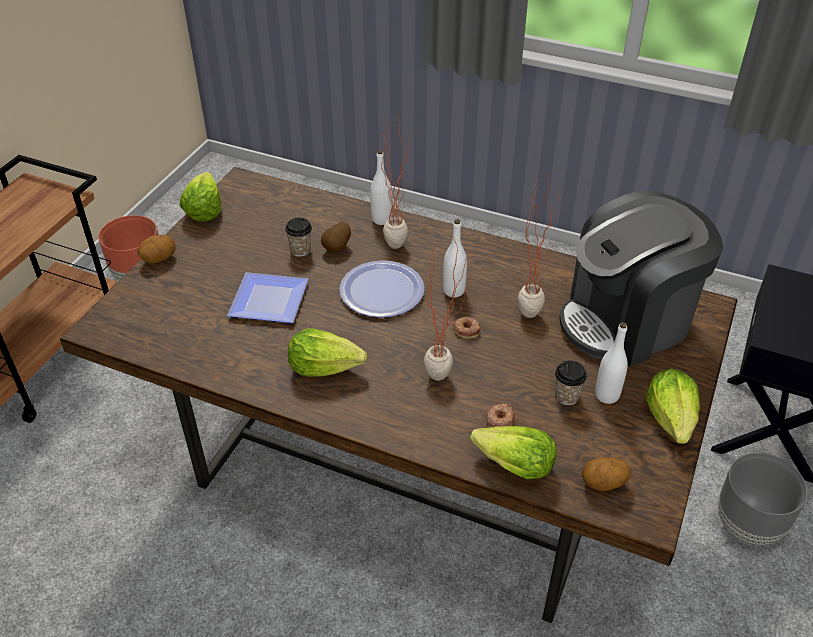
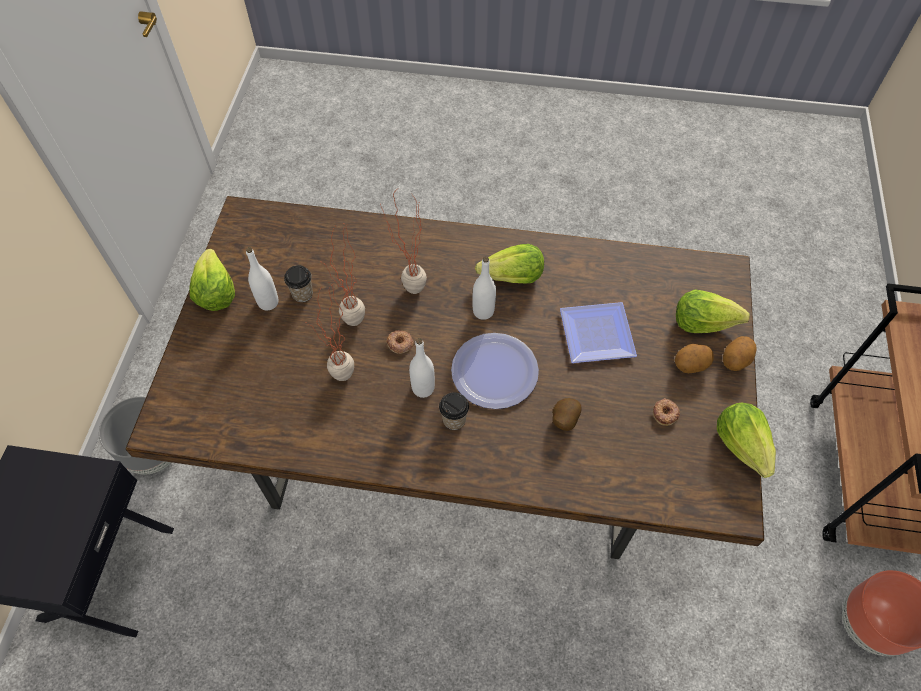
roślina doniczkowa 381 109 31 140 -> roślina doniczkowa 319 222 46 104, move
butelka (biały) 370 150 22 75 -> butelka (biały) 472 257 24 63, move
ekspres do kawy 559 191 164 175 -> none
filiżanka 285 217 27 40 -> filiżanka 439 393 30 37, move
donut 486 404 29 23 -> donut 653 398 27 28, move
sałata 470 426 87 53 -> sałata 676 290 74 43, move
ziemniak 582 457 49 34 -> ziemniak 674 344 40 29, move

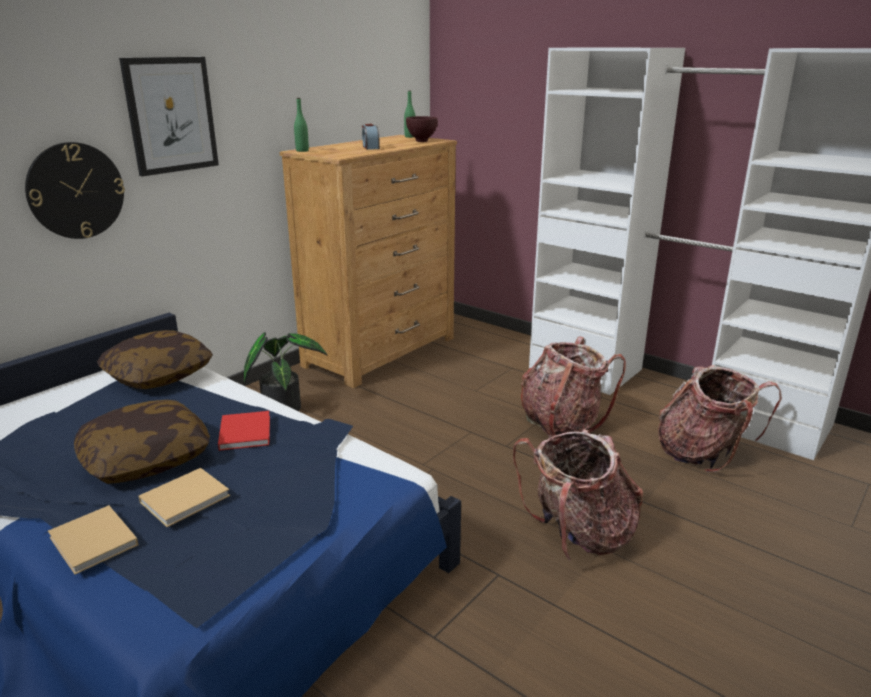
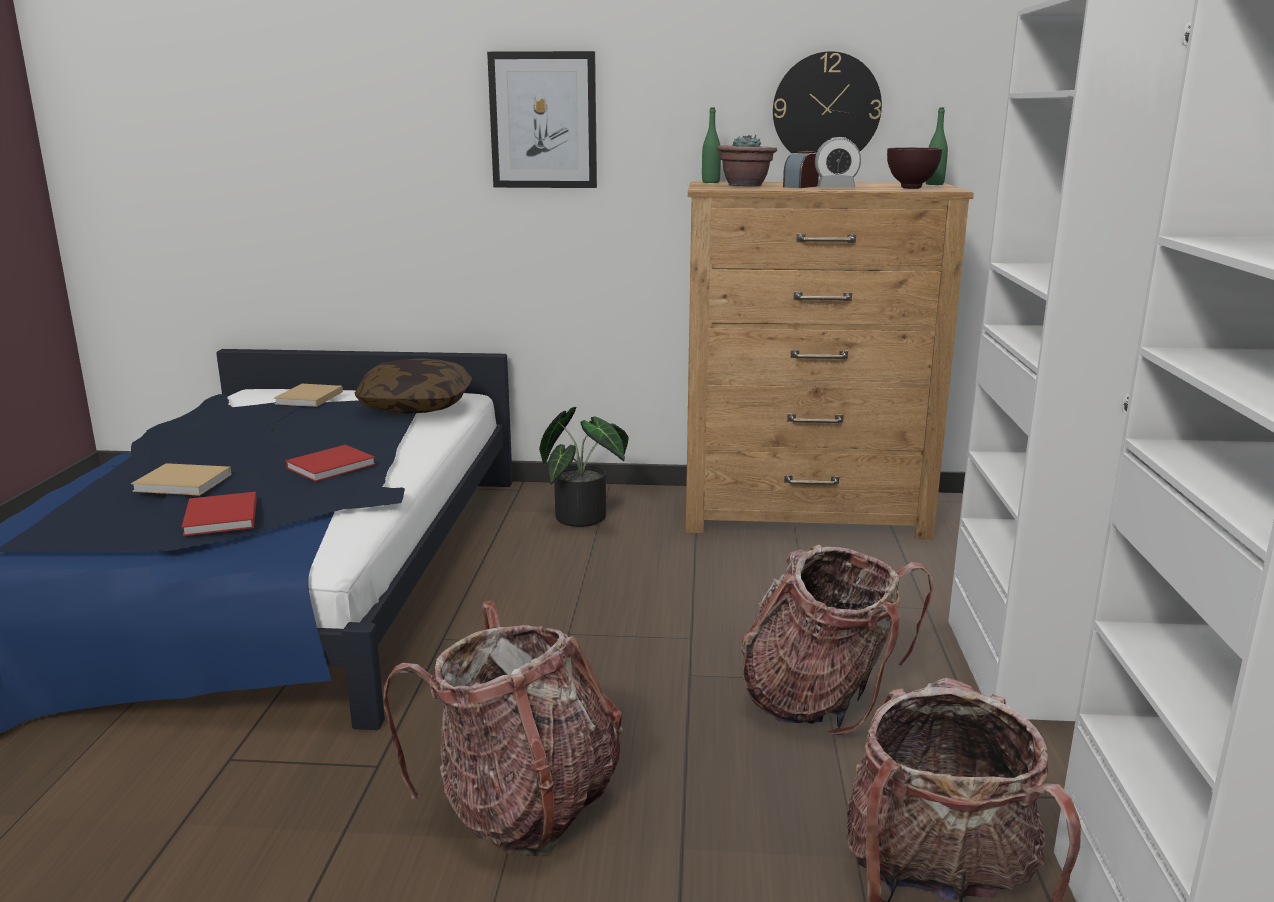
zegar ścienny 25 142 100 97 -> zegar ścienny 773 51 109 102, move
poduszka 74 400 136 84 -> none
książka (beżowy) 48 505 90 70 -> książka (beżowy) 274 384 69 23, move
none -> roślina doniczkowa 717 135 60 52
none -> budzik 815 137 46 51
none -> książka (czerwony) 182 492 75 44

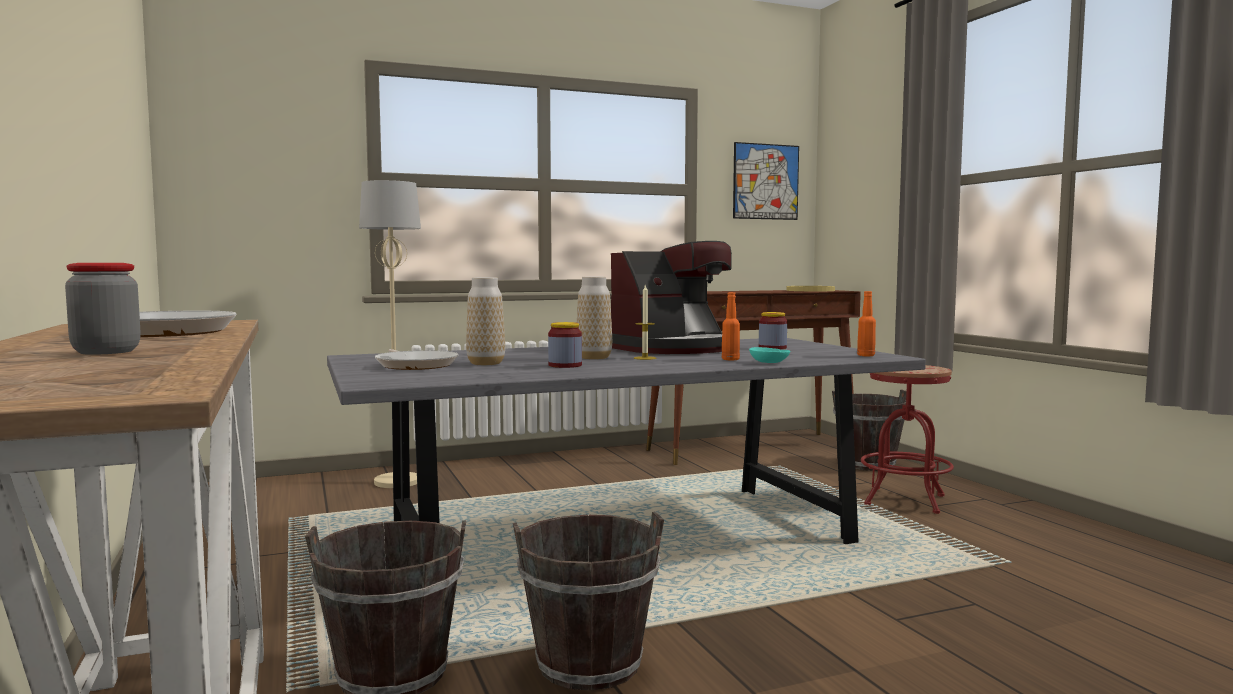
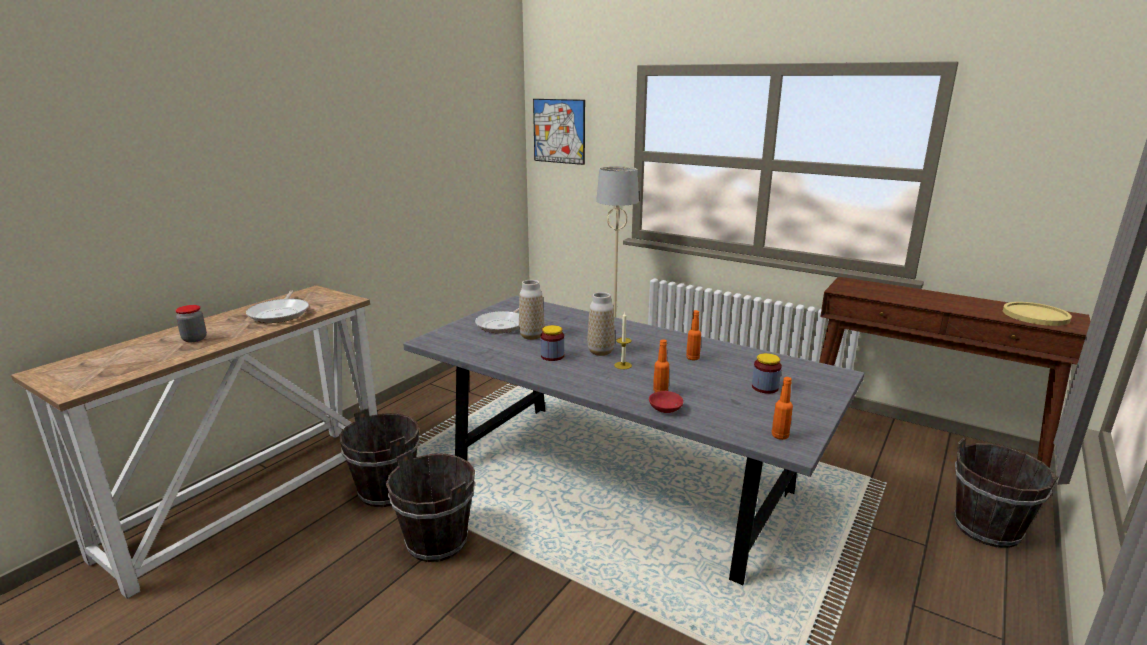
obraz 733 142 66 78 -> obraz 533 99 52 66, move
ekspres do kawy 611 241 121 113 -> butelka (pomarańczowy) 686 310 15 50
miska (turkusowy) 749 347 41 16 -> miska (czerwony) 649 391 34 22
stołek (czerwony) 861 365 93 149 -> none

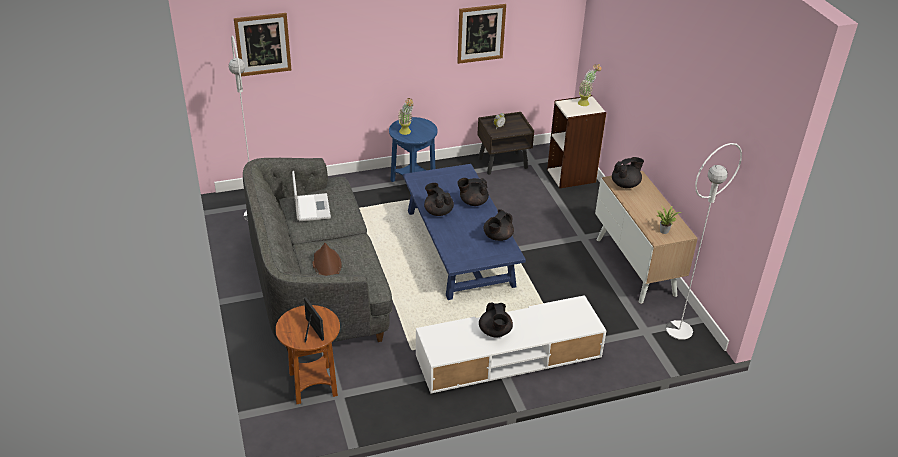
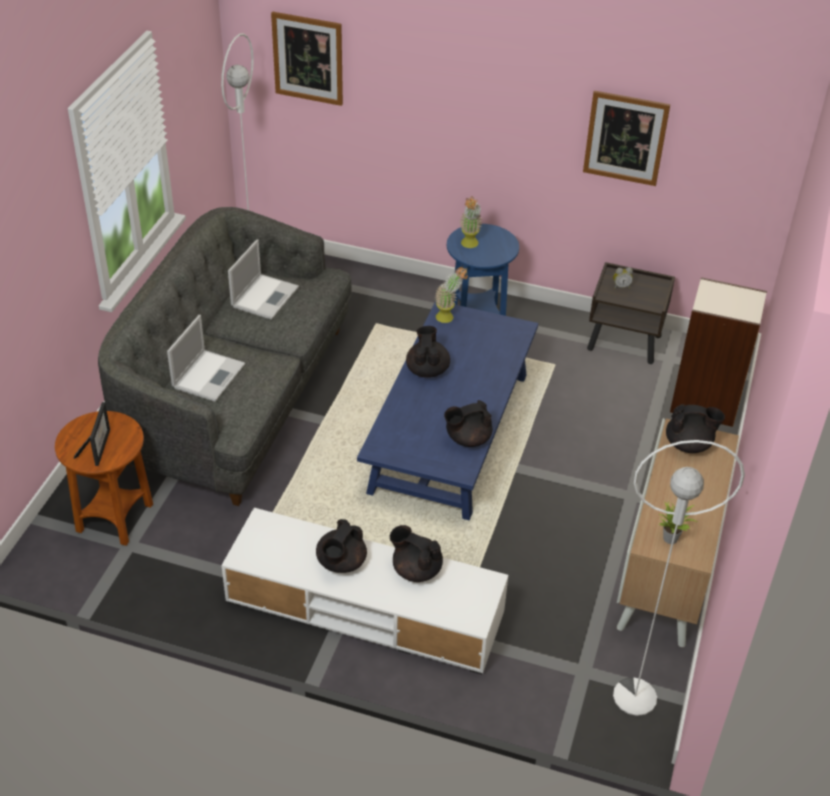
roślina doniczkowa 578 64 23 42 -> roślina doniczkowa 435 267 33 56, move
imbryk (czarny) 457 178 32 28 -> imbryk (czarny) 390 525 53 57, move
kapelusz (brązowy) 313 243 29 33 -> laptop 167 315 78 87

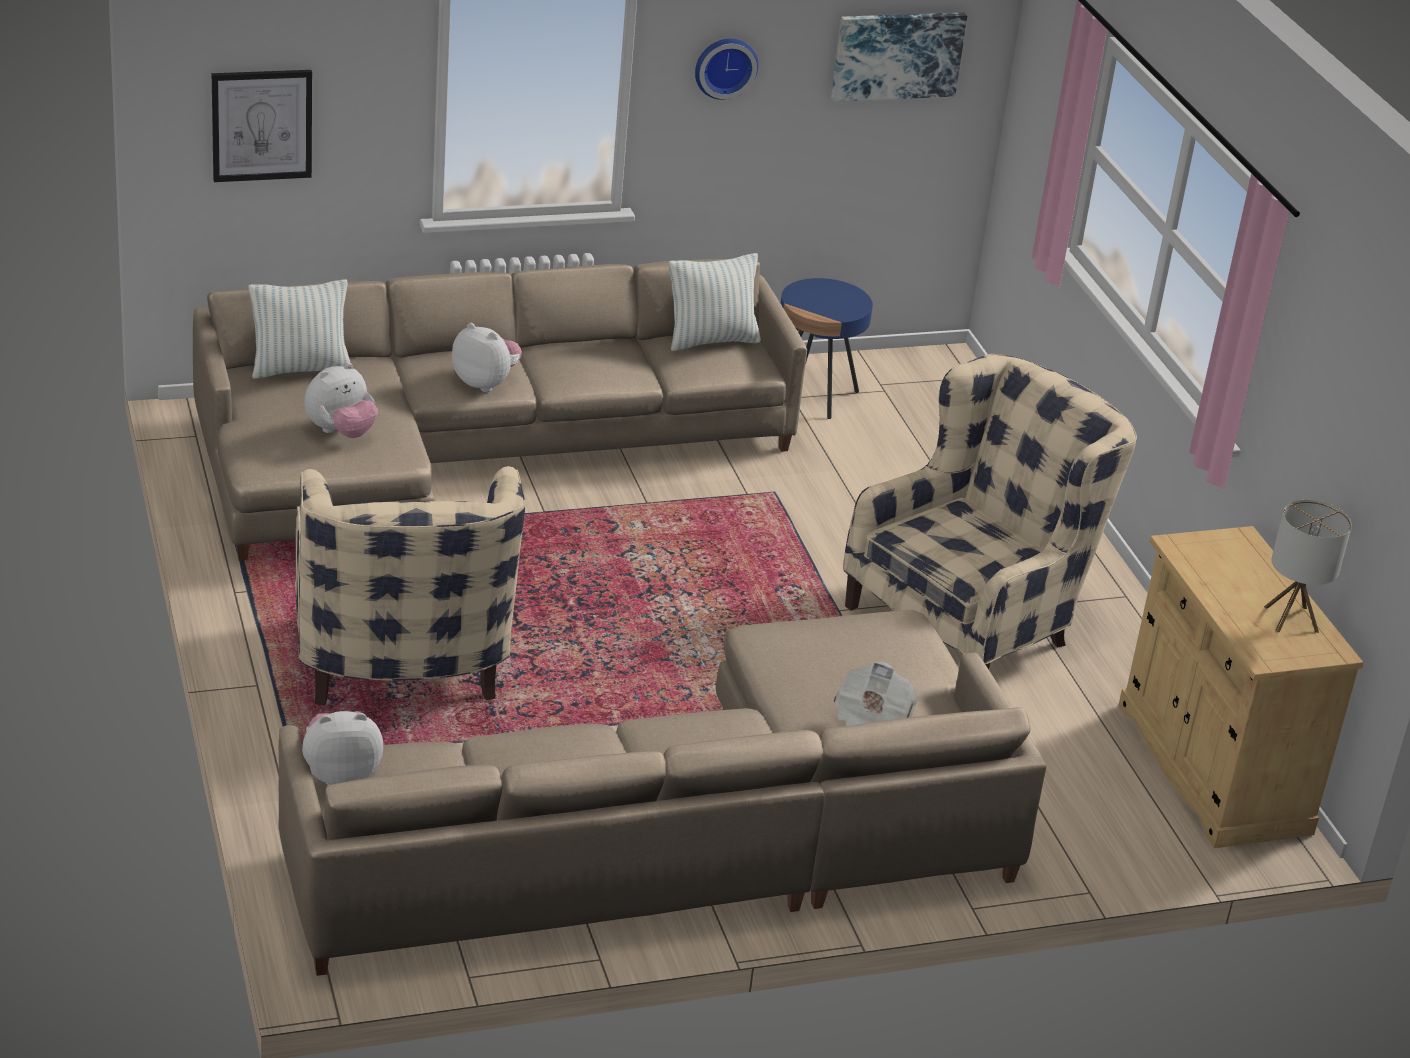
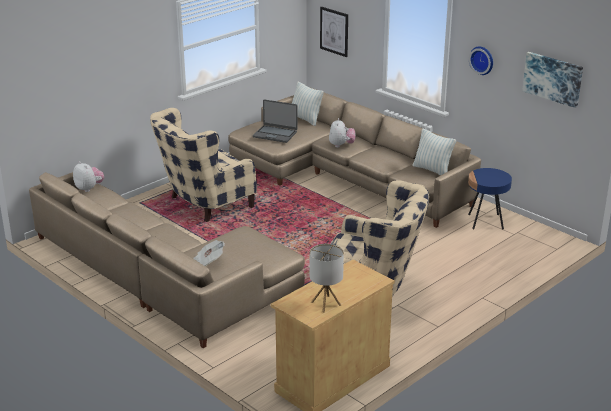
pluszak 304 363 74 75 -> laptop 253 99 44 44

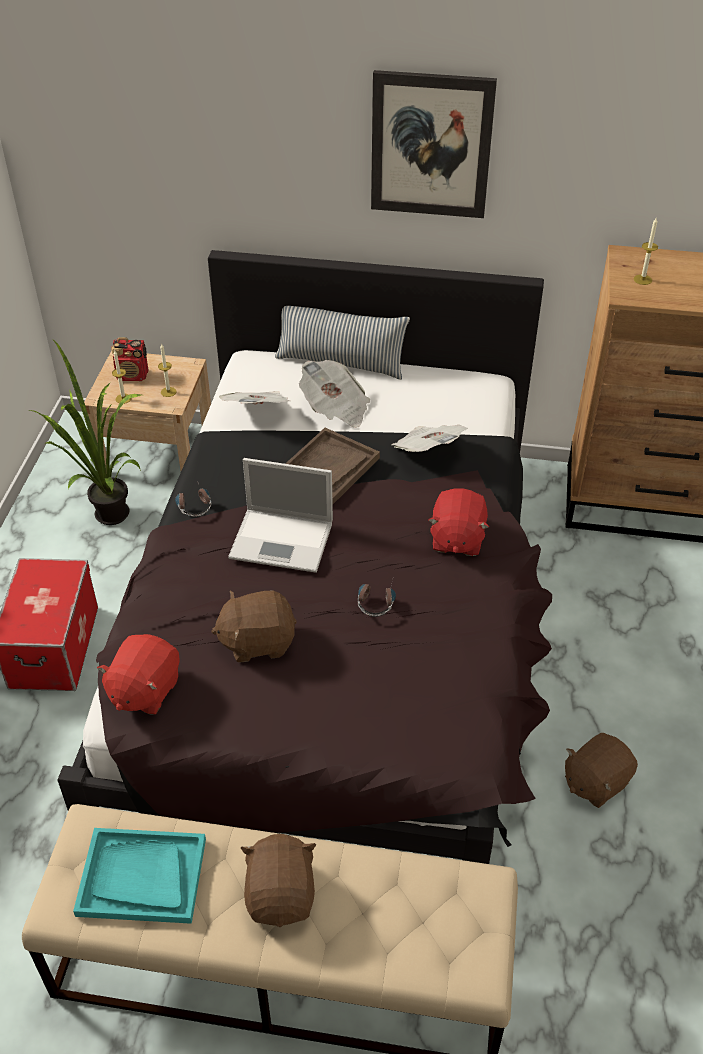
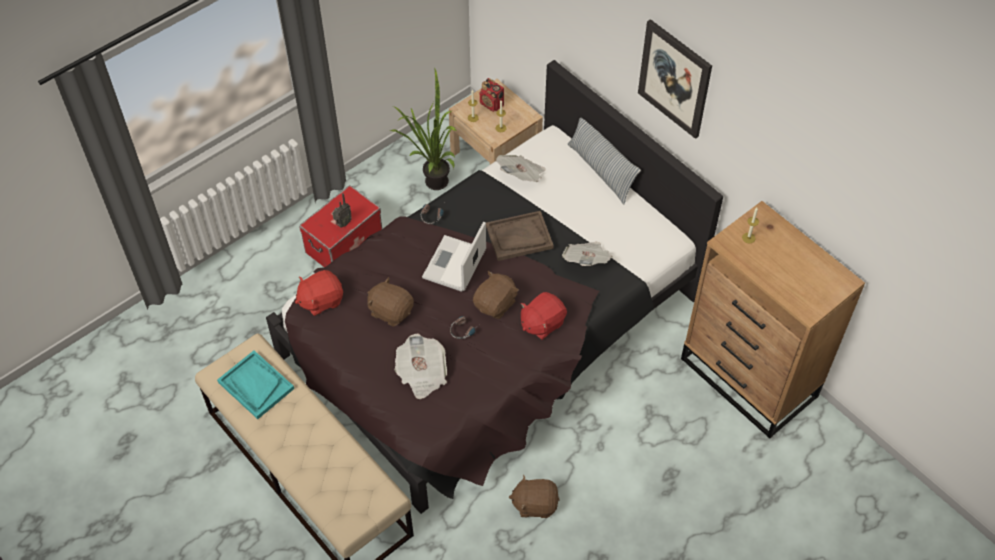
gazeta 299 360 71 68 -> gazeta 395 334 52 65, move
laptop 228 458 105 115 -> laptop 422 222 64 70, 60 degrees clockwise
pluszak (brązowy) 241 833 75 94 -> pluszak (brązowy) 473 271 46 48, move
none -> radio 332 193 20 35

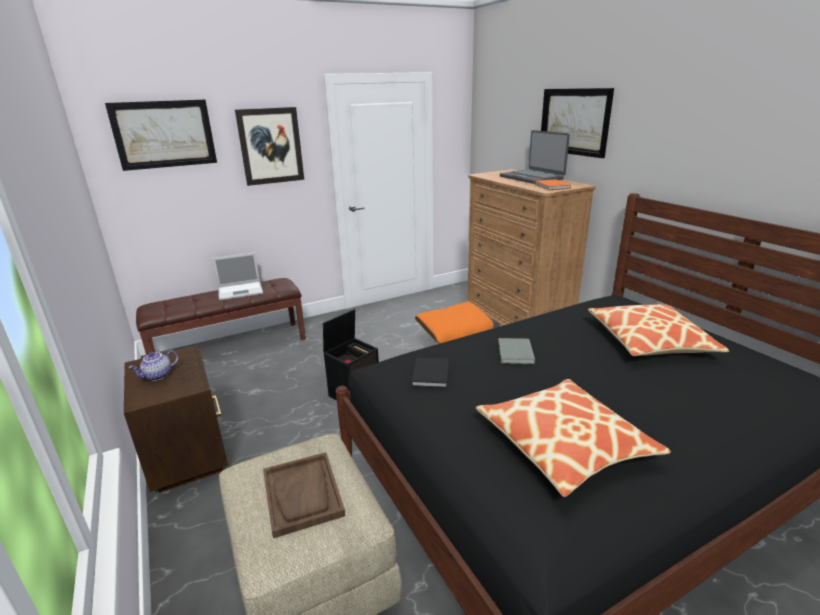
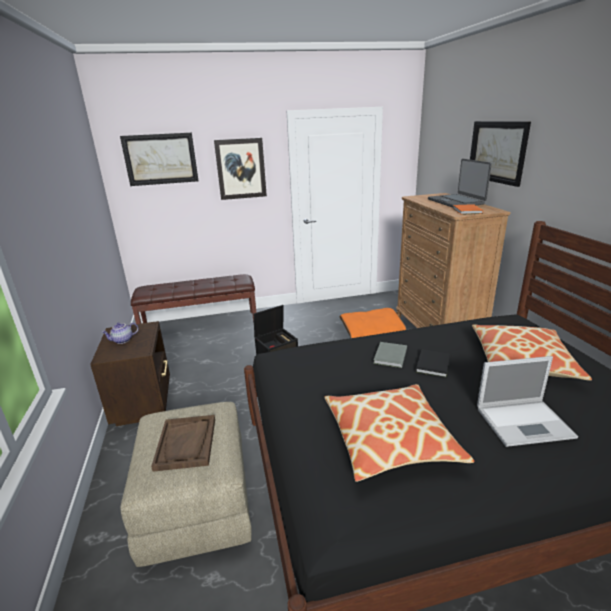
laptop 212 253 51 48 -> laptop 477 356 101 91, move
książka (czarny) 411 358 38 30 -> książka (czarny) 416 349 34 29, move

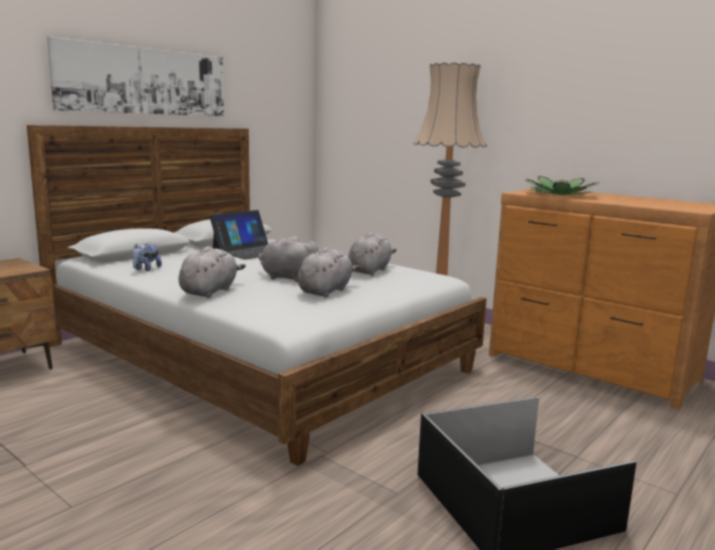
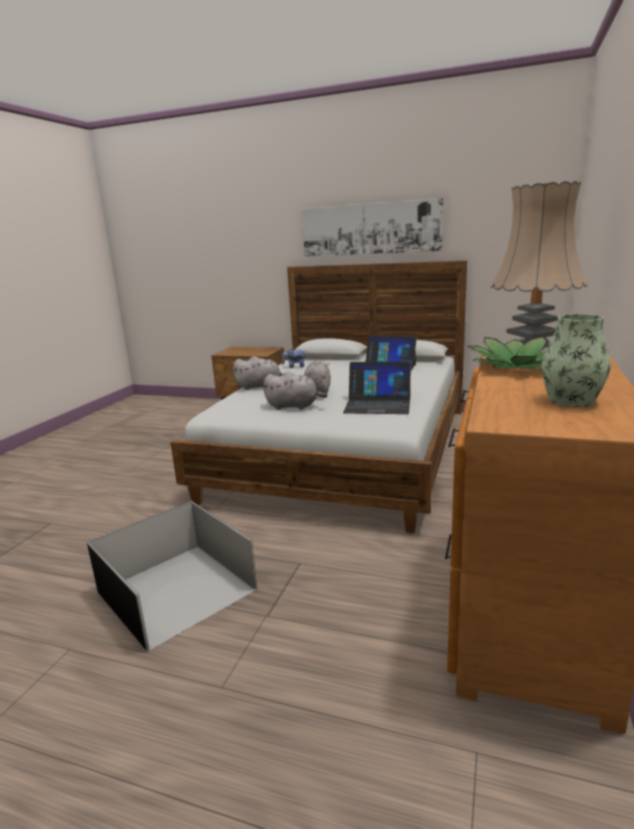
pluszak (szary) 348 232 49 43 -> laptop 343 362 68 52
none -> wazon 541 314 70 93

